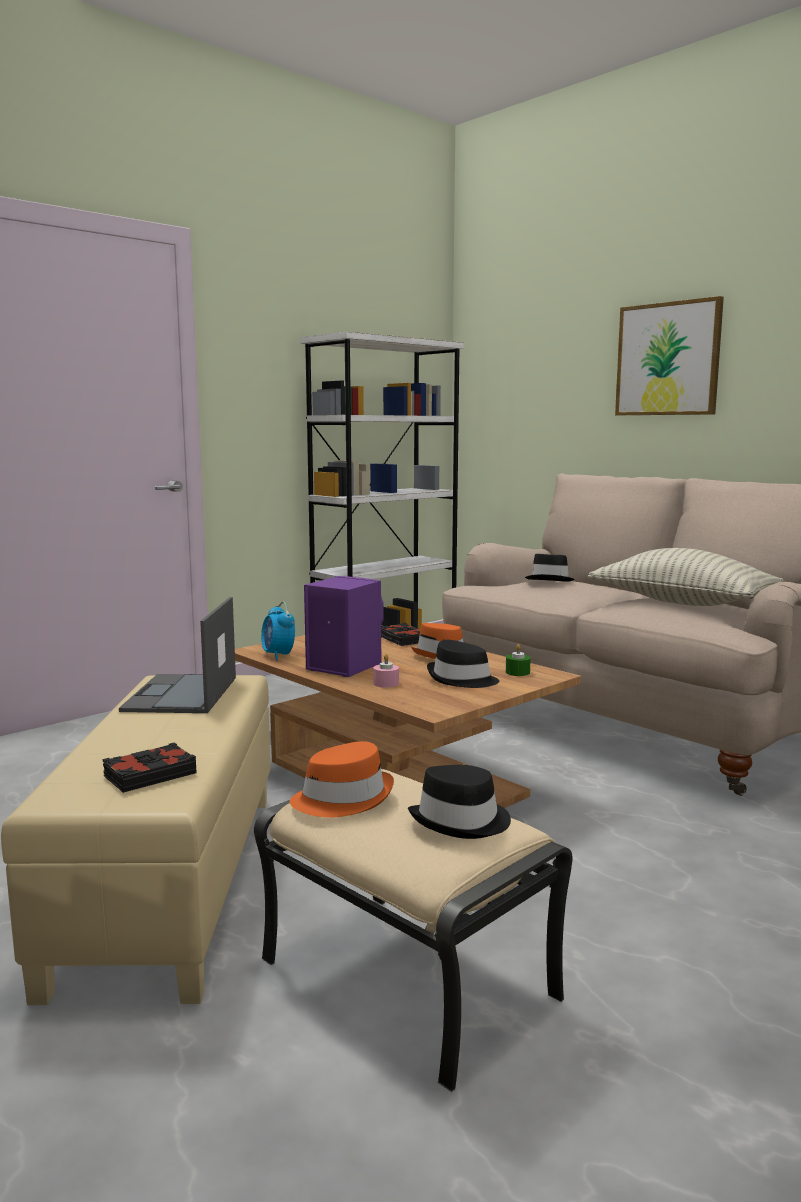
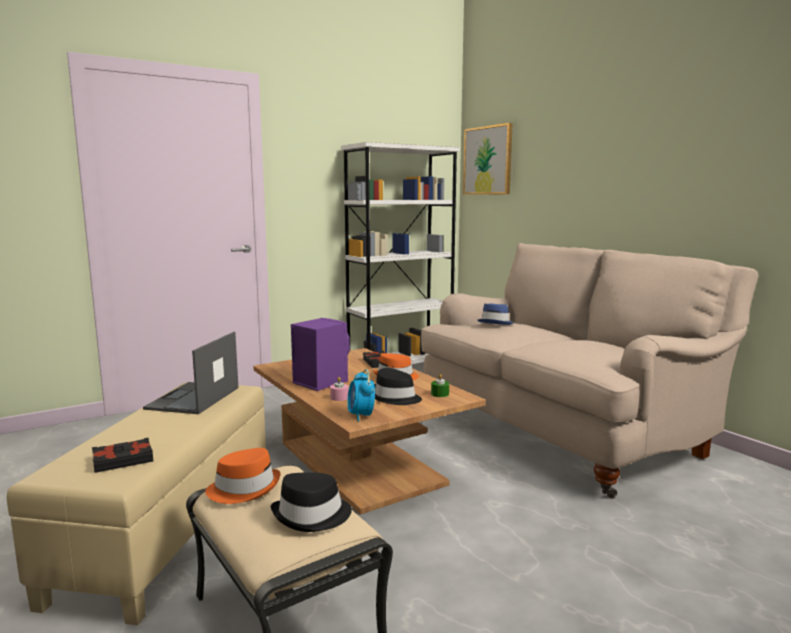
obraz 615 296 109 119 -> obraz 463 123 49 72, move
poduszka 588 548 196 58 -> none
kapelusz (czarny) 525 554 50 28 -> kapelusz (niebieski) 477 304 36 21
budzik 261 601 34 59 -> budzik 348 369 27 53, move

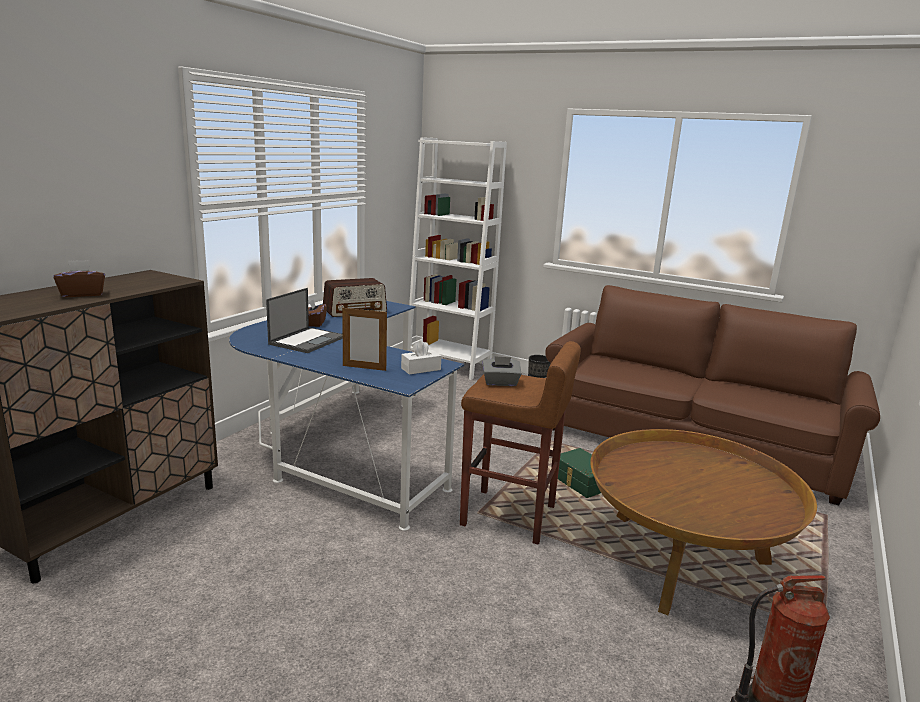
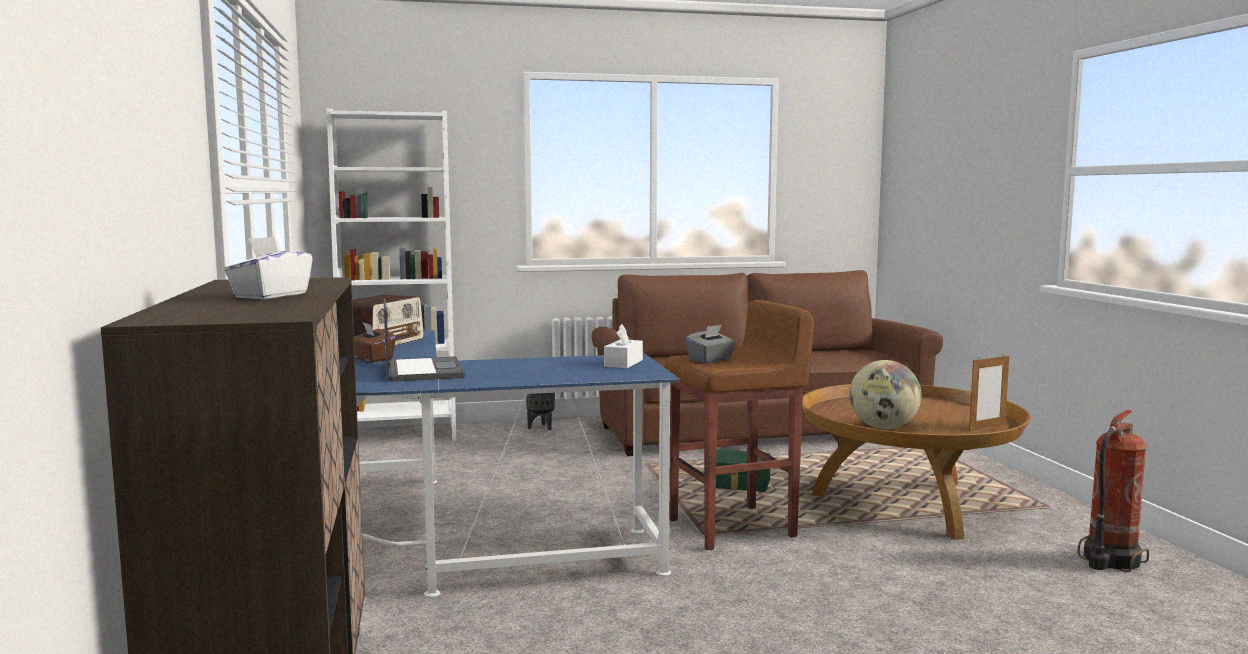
pudełko chusteczek (brązowy) 53 260 52 37 -> pudełko chusteczek (biały) 224 236 89 63
ramka na zdjęcie 342 306 45 65 -> ramka na zdjęcie 969 355 40 76, move
none -> globus 850 360 71 69

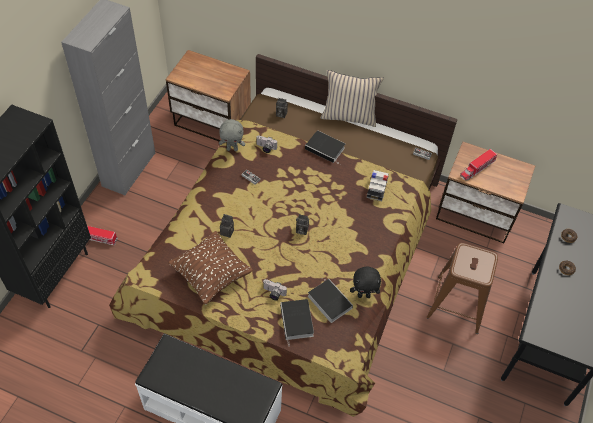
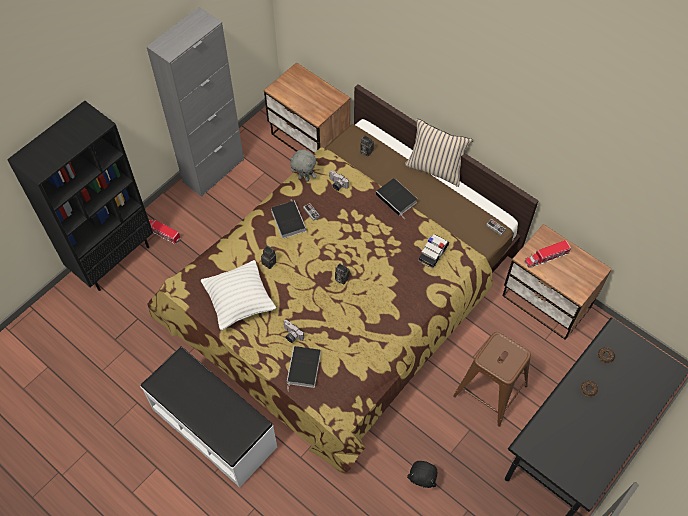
poduszka (brązowy) 168 231 85 74 -> poduszka (biały) 201 260 75 70
pluszak (czarny) 350 266 31 32 -> pluszak (czarny) 407 461 30 27, move
książka 308 278 45 45 -> książka 271 201 35 38, move

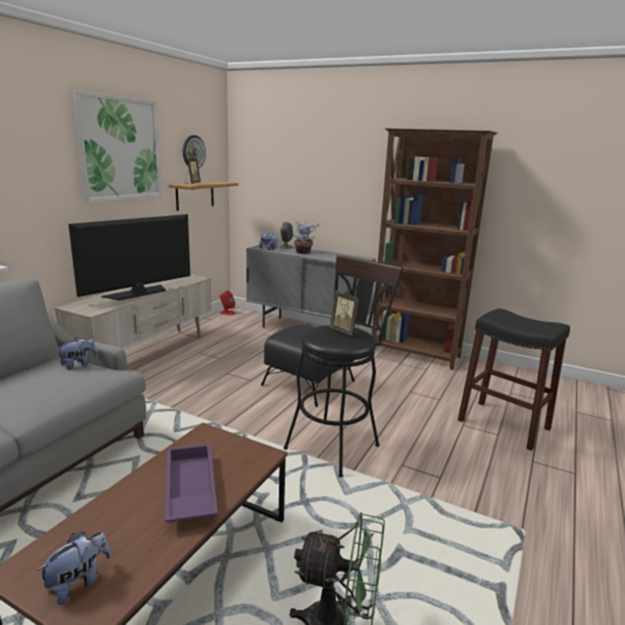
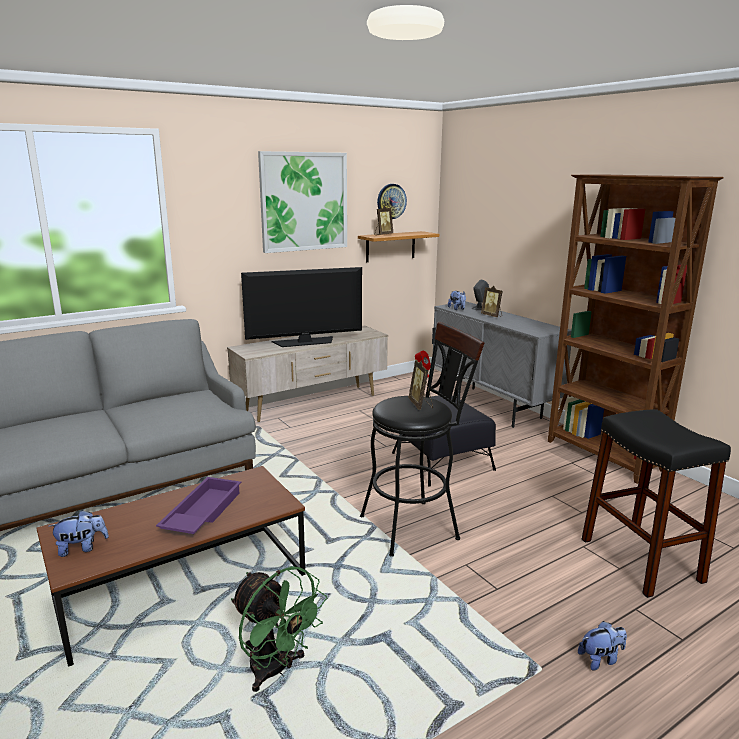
roślina doniczkowa 293 221 26 33 -> ramka na zdjęcie 481 286 21 31
pluszak 56 337 41 33 -> pluszak 578 621 49 50, move

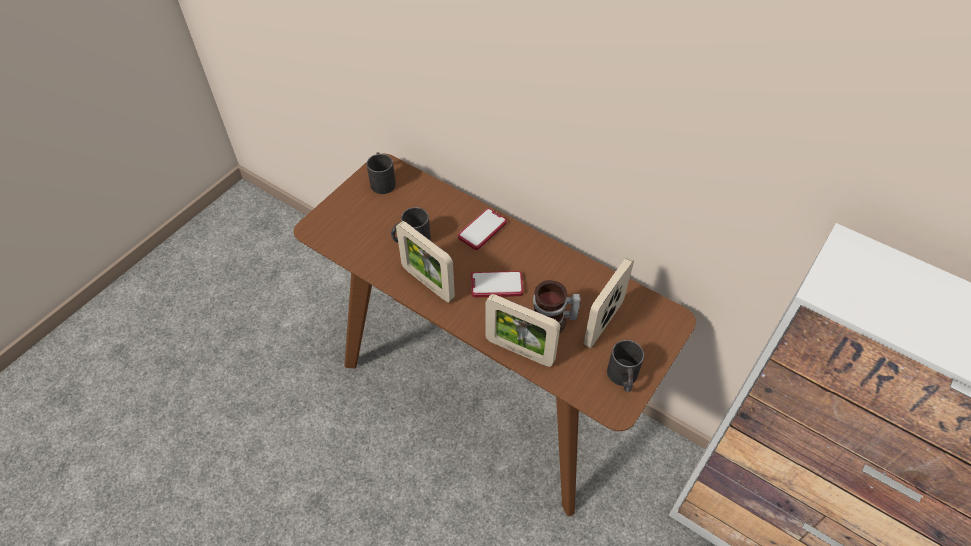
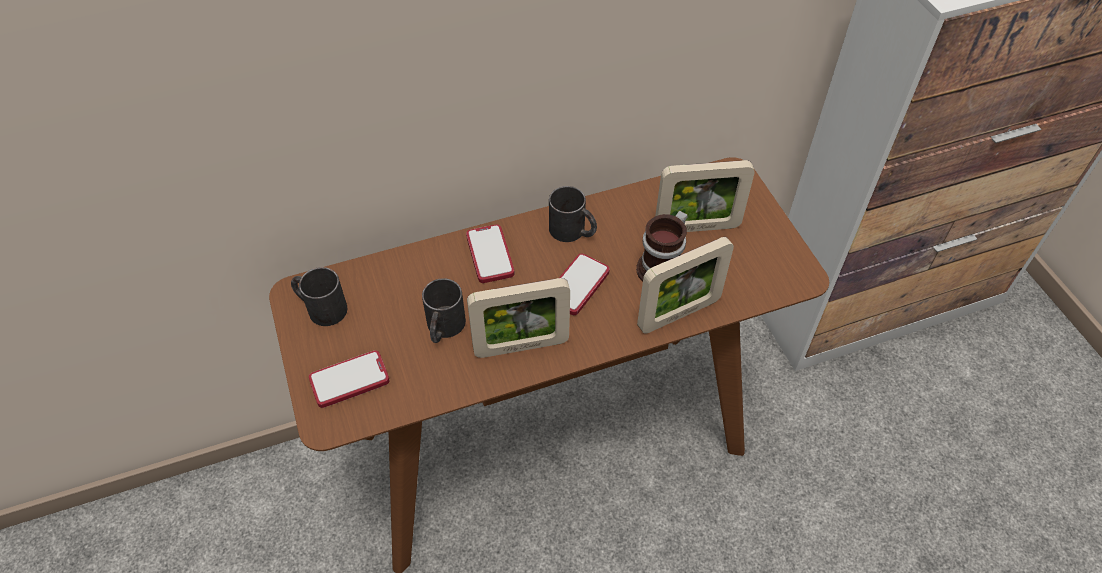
ramka na zdjęcie 584 257 50 91 -> ramka na zdjęcie 655 160 100 72, 75 degrees counterclockwise
kubek (czarny) 607 340 37 52 -> kubek (czarny) 549 186 48 56, move
none -> telefon 309 350 81 58

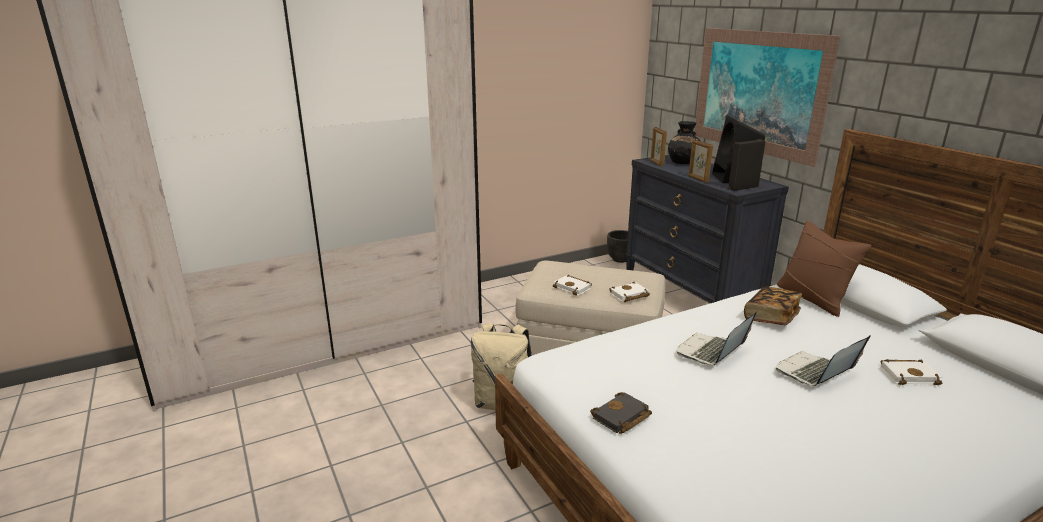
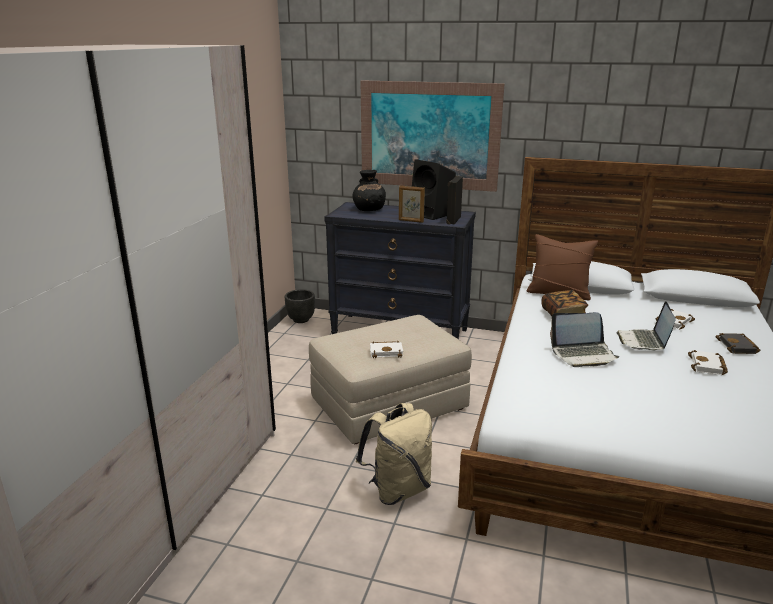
ramka na zdjęcie 650 127 17 40 -> none
książka (biały) 609 282 41 20 -> książka (biały) 688 350 40 25, move
laptop 677 311 80 54 -> laptop 550 313 69 54, 90 degrees counterclockwise
książka (czarny) 590 392 62 42 -> książka (czarny) 715 333 45 21, move

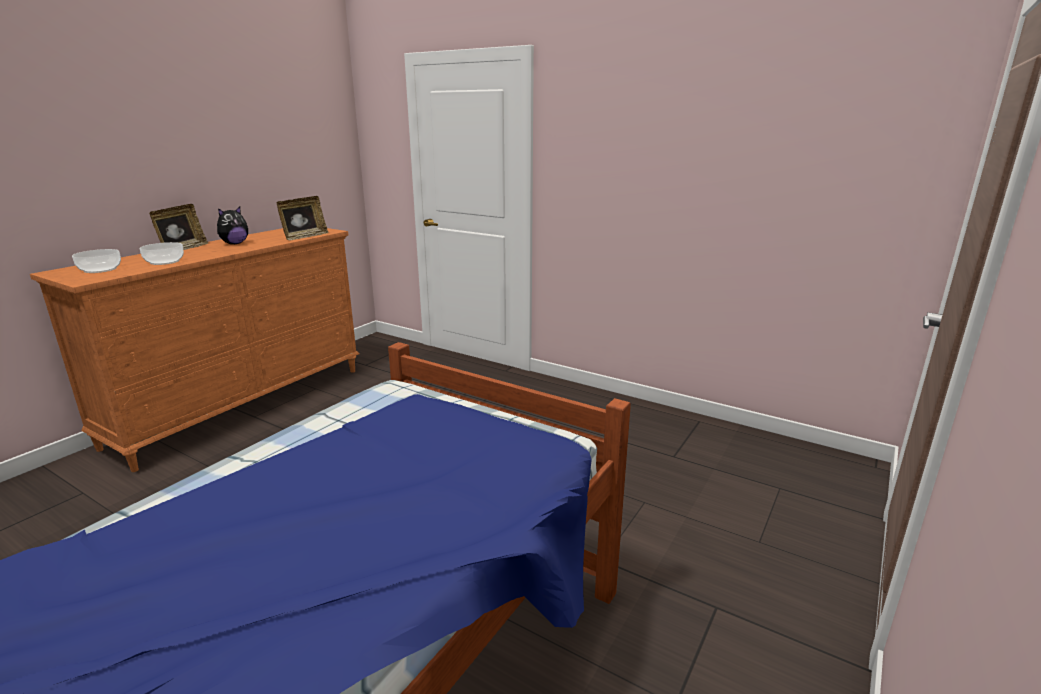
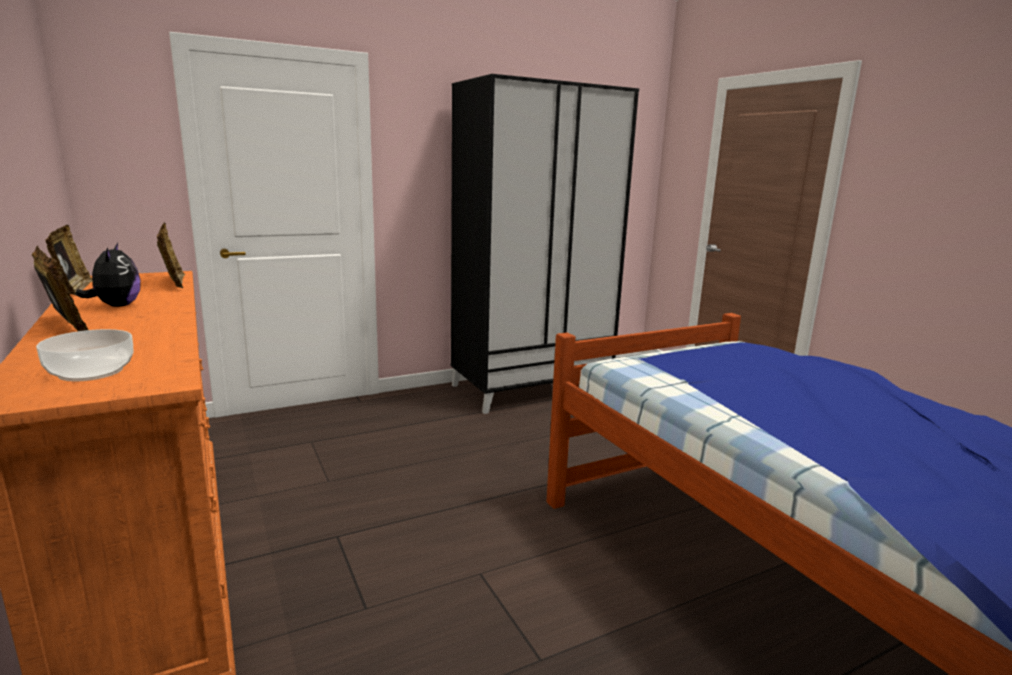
miska 140 242 44 23 -> none
none -> szafa (czarny) 451 74 188 340
none -> ramka na zdjęcie 45 225 47 70

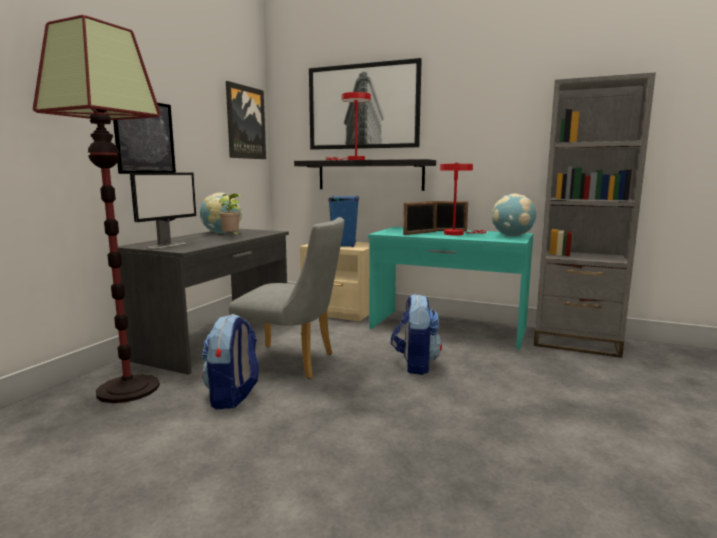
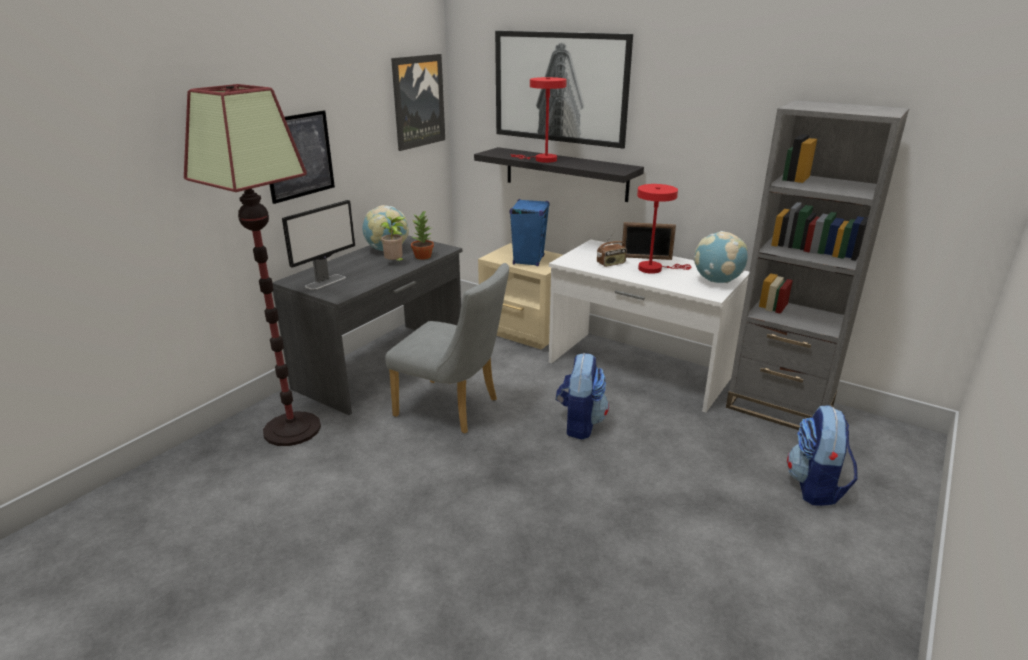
ramka na zdjęcie 403 201 34 34 -> radio 597 231 30 36
biurko (turkusowy) 368 227 165 123 -> biurko (biały) 549 239 200 173
plecak 202 314 57 95 -> plecak 787 406 71 100, move
none -> roślina doniczkowa 411 210 23 50

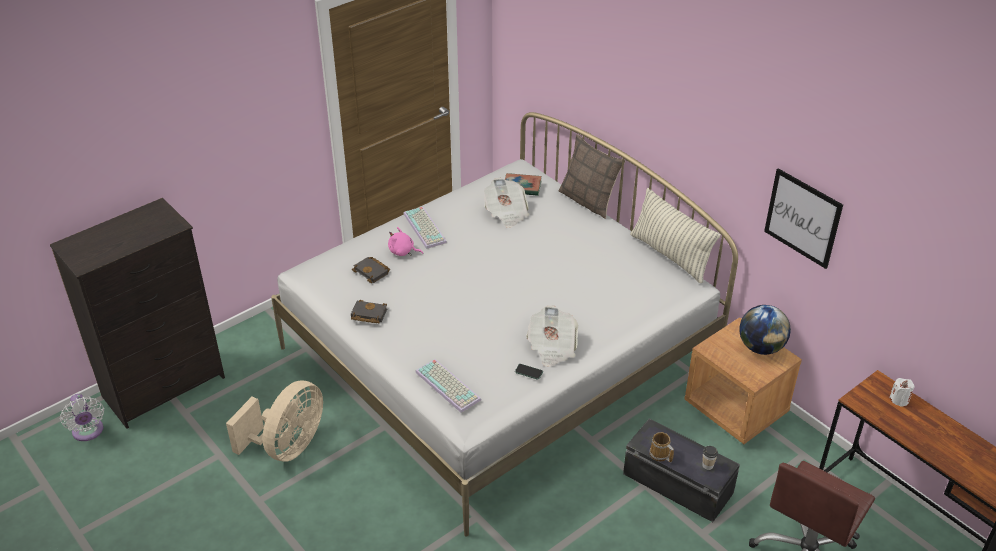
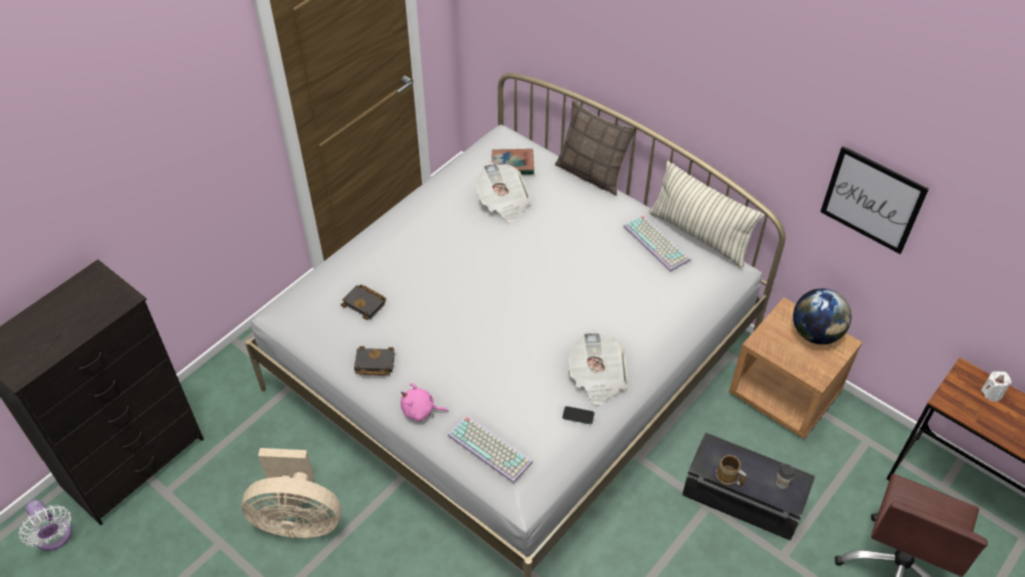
klawiatura 403 207 44 42 -> klawiatura 623 215 67 57, move
pluszak (różowy) 388 227 35 29 -> pluszak (różowy) 400 383 48 38, move
wentylator (beżowy) 226 381 97 81 -> wentylator (beżowy) 242 448 99 90, 75 degrees clockwise

